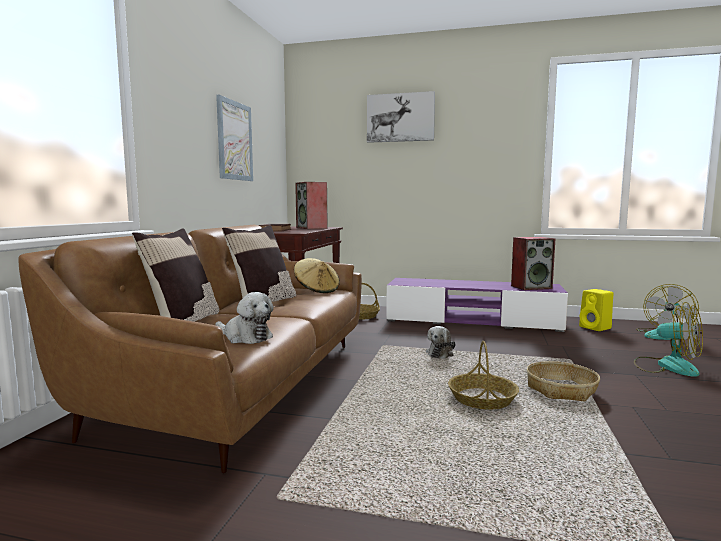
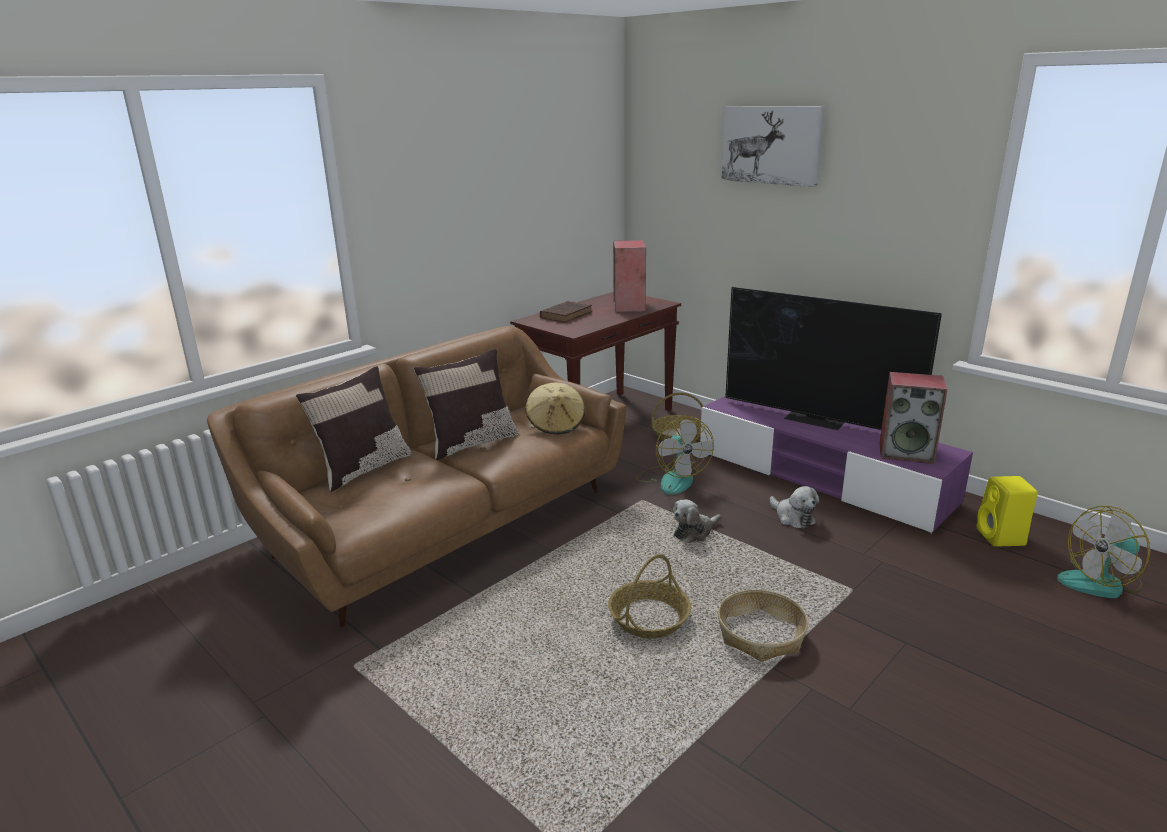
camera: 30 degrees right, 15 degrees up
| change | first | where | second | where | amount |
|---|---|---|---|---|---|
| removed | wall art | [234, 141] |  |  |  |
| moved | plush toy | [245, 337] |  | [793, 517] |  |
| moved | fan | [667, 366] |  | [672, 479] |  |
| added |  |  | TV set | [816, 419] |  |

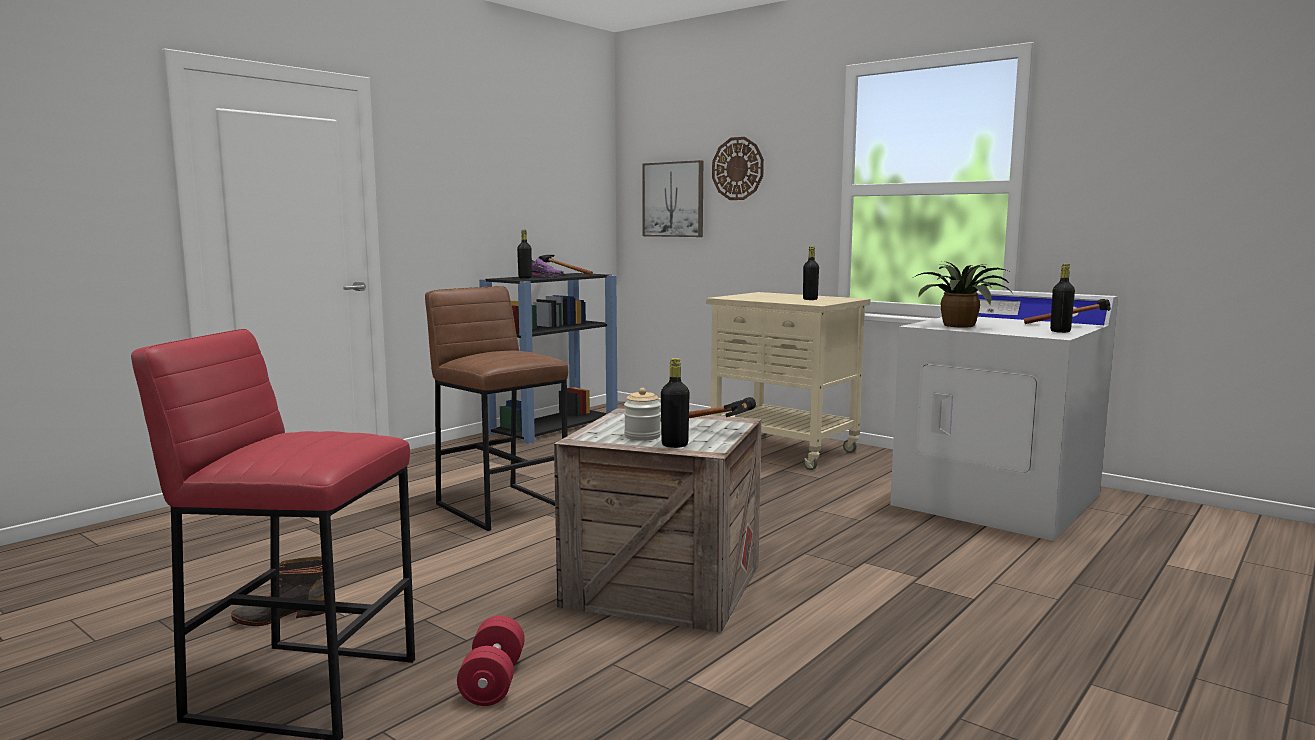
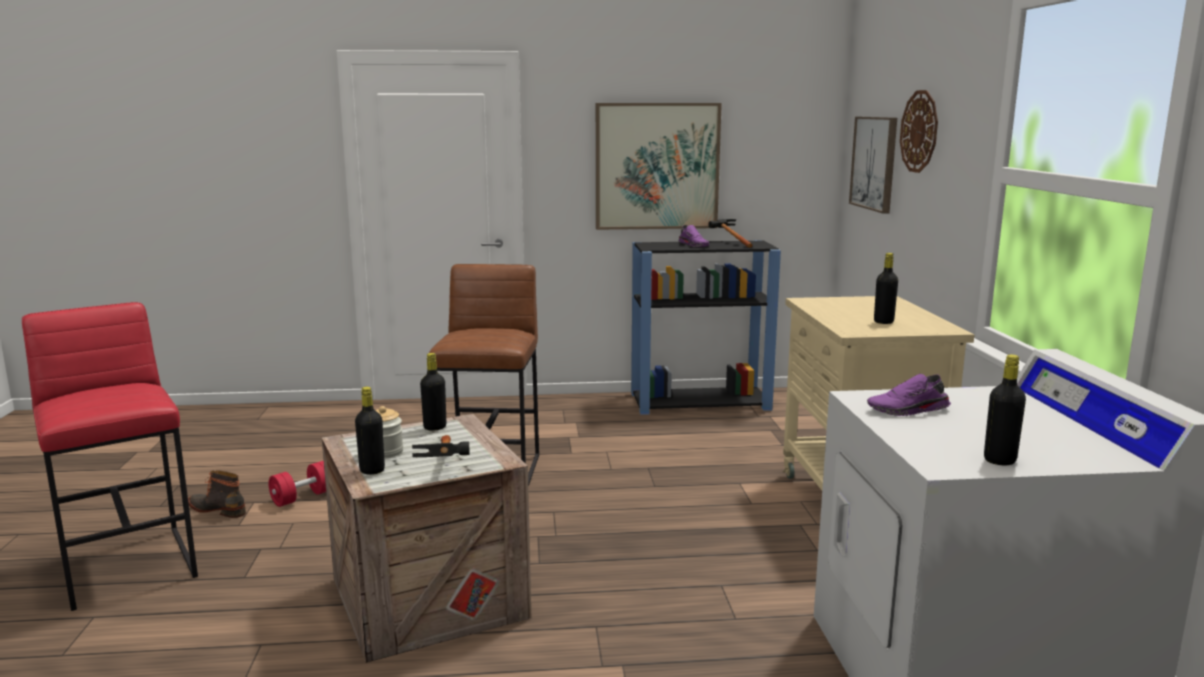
camera: 45 degrees right, 5 degrees up
| change | first | where | second | where | amount |
|---|---|---|---|---|---|
| moved | black-coloured beverage bottle | [525, 278] |  | [435, 427] |  |
| replaced | plant in a pot | [961, 326] | purple-coloured low shoe | [908, 411] |  |
| removed | hammer | [1077, 326] |  |  |  |
| moved | reddish free weight | [493, 682] |  | [303, 497] |  |
| added |  |  | wall art | [657, 166] |  |

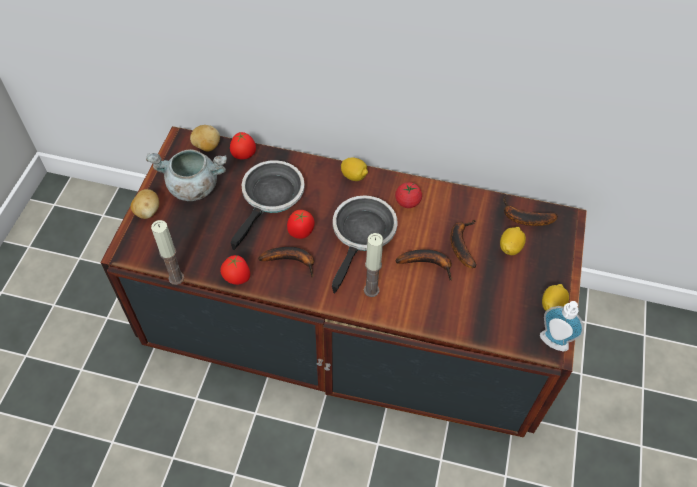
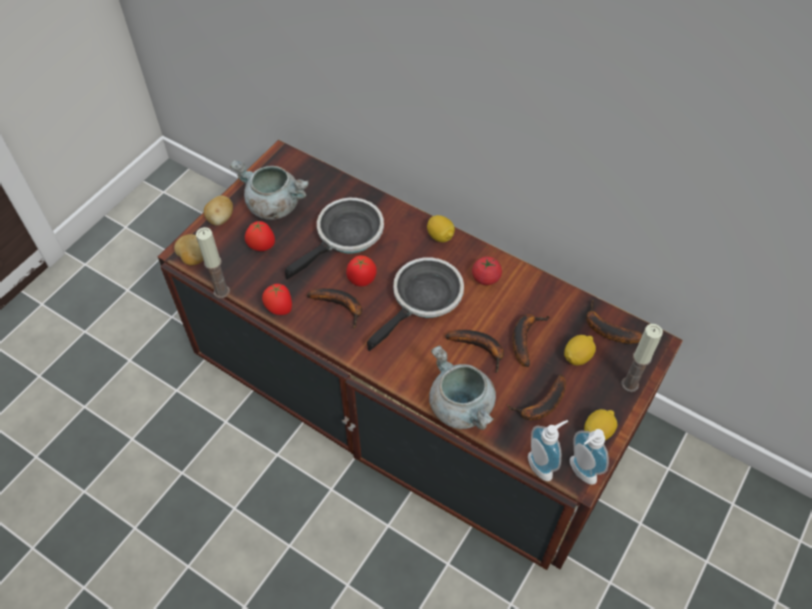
camera: 20 degrees right, 0 degrees up
| change | first | where | second | where | amount |
|---|---|---|---|---|---|
| moved | spud | [206, 146] |  | [193, 258] |  |
| moved | tomato | [244, 156] |  | [261, 247] |  |
| moved | candle | [371, 290] |  | [630, 384] |  |
| added |  |  | grey cooking pot | [461, 407] |  |
| added |  |  | banana fruit | [541, 405] |  |
| added |  |  | soap bottle | [543, 464] |  |

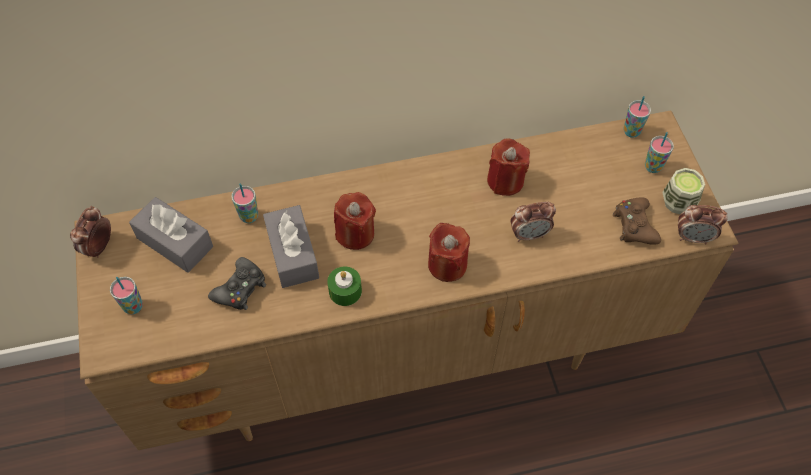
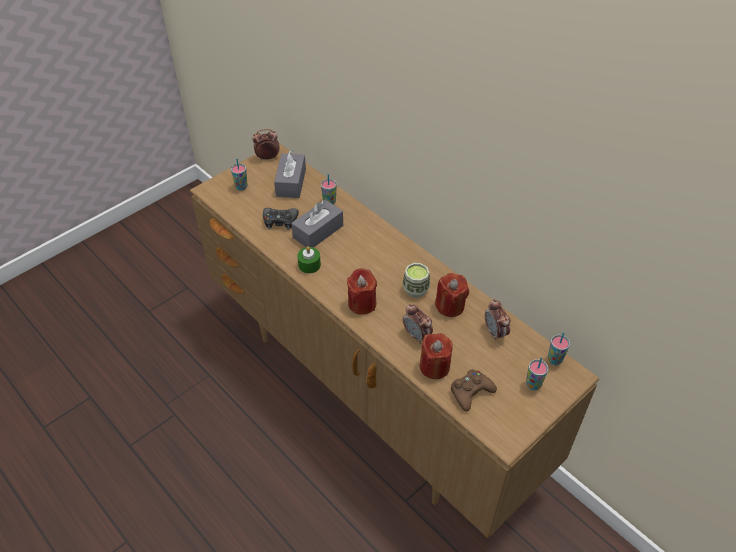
camera: 60 degrees right, 10 degrees down
| change | first | where | second | where | amount |
|---|---|---|---|---|---|
| moved | cup | [678, 202] |  | [415, 290] |  |
| moved | reddish candle | [355, 233] |  | [434, 366] |  |
| moved | alarm clock | [693, 237] |  | [495, 333] |  |

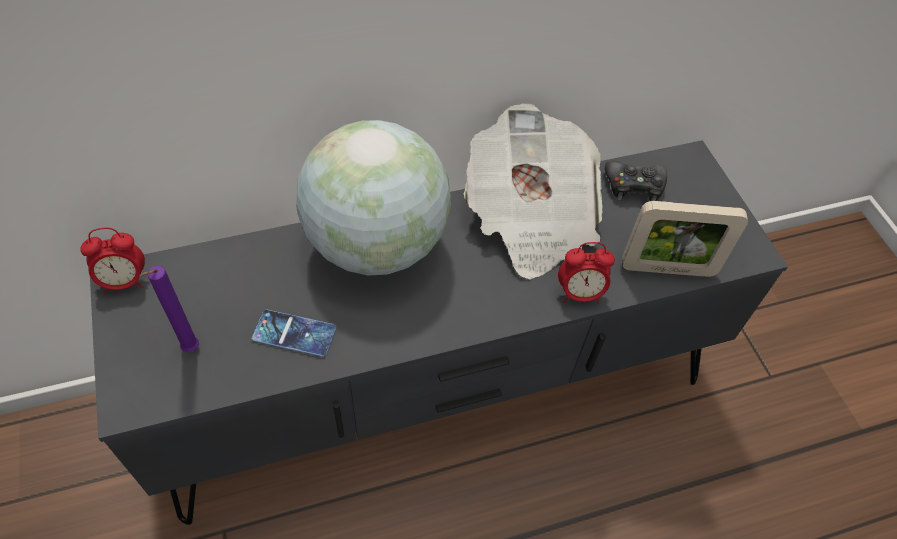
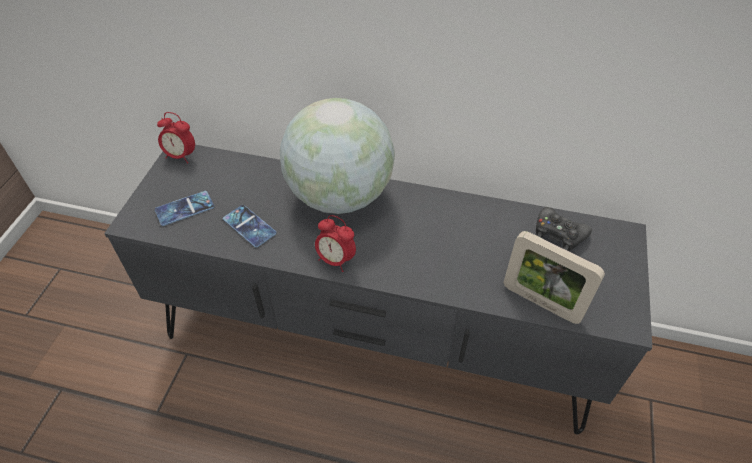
camera: 35 degrees right, 5 degrees down
| change | first | where | second | where | amount |
|---|---|---|---|---|---|
| removed | newspaper | [530, 218] |  |  |  |
| moved | alarm clock | [579, 293] |  | [335, 260] |  |
| replaced | purple-coloured candle | [189, 350] | telephone | [185, 208] |  |

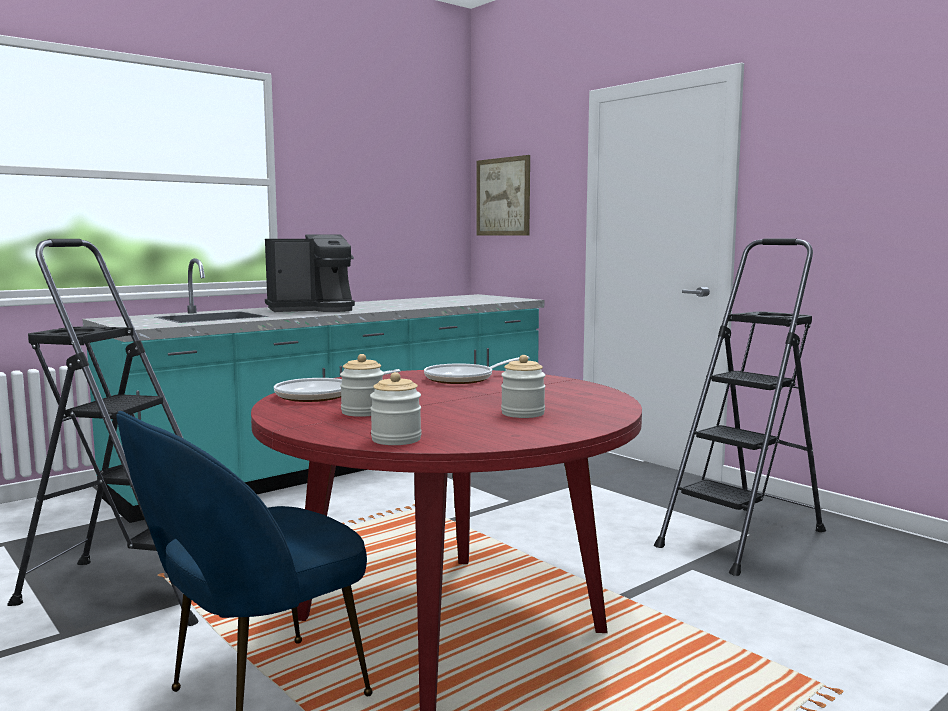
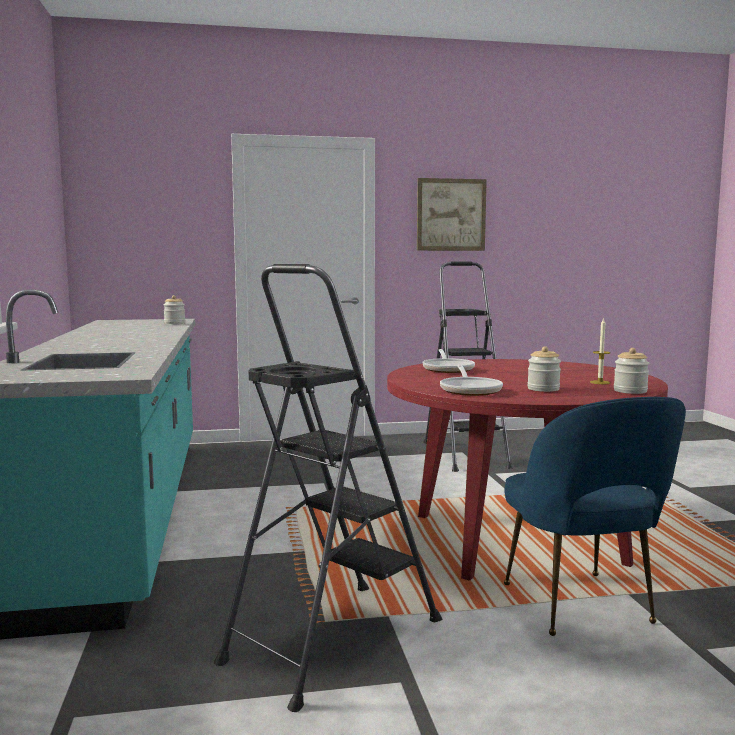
camera: 60 degrees left, 0 degrees up
| change | first | where | second | where | amount |
|---|---|---|---|---|---|
| moved | wall art | [503, 197] |  | [451, 215] |  |
| removed | coffee machine | [312, 309] |  |  |  |
| moved | jar | [523, 413] |  | [174, 323] |  |
| added |  |  | candle | [600, 382] |  |

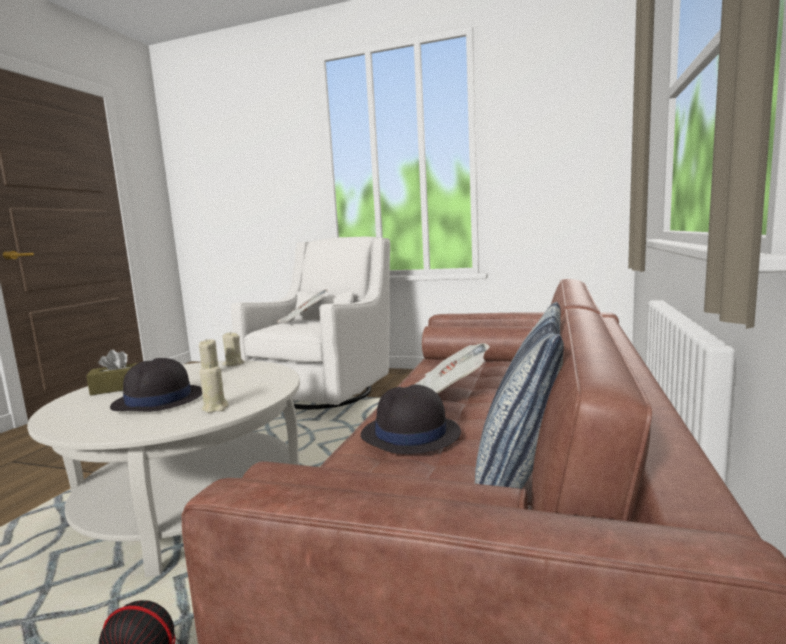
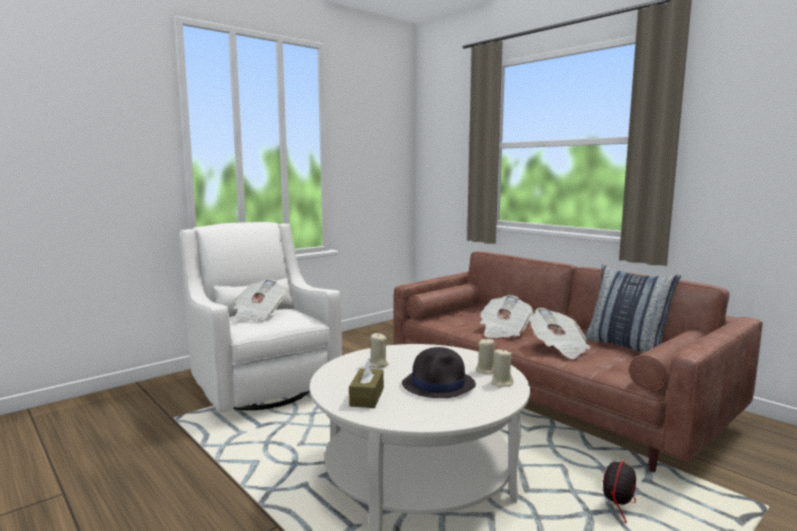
camera: 60 degrees left, 0 degrees up
| change | first | where | second | where | amount |
|---|---|---|---|---|---|
| moved | sand-coloured candle | [233, 364] |  | [501, 383] |  |
| replaced | black-coloured hat | [410, 435] | newspaper | [558, 348] |  |

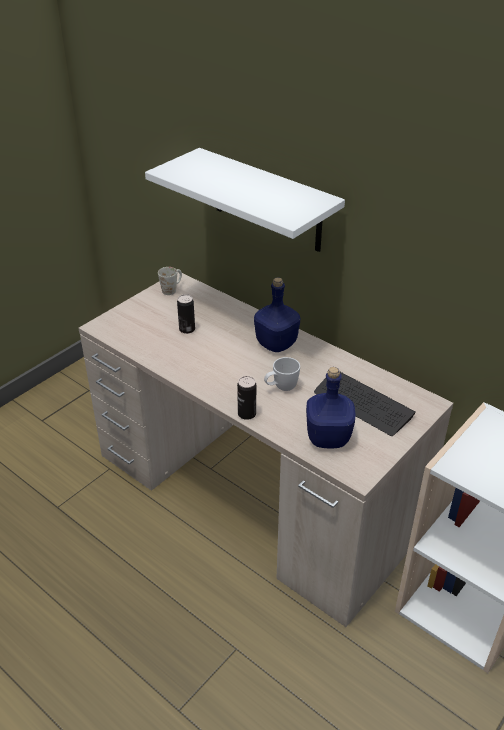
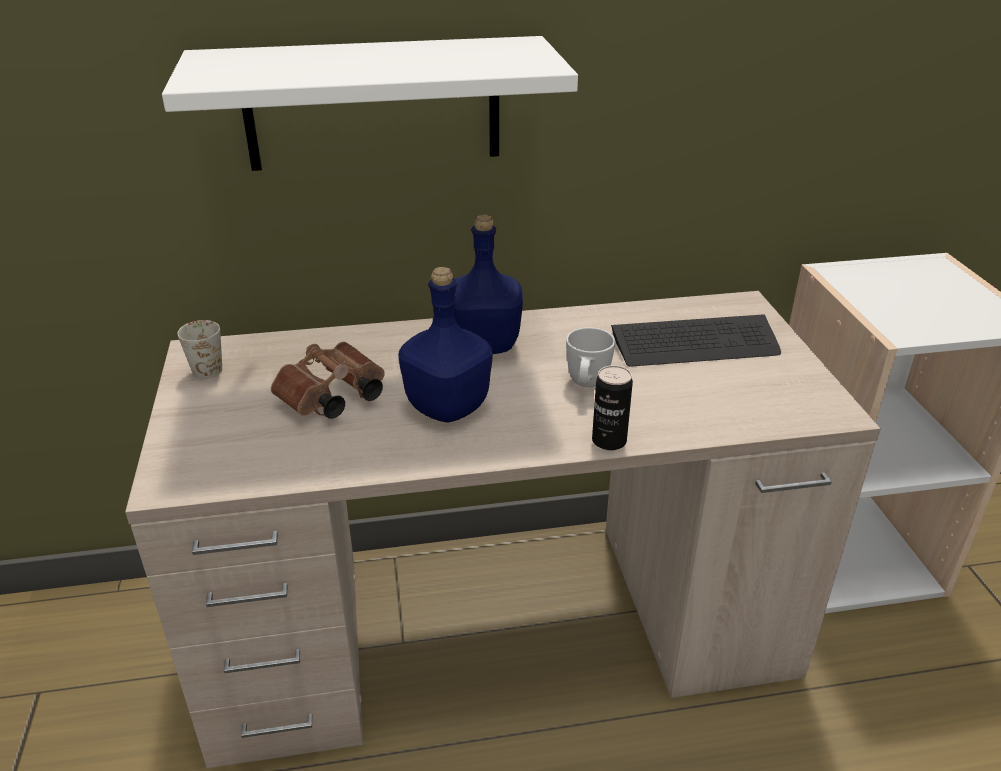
camera: 50 degrees left, 5 degrees down
| change | first | where | second | where | amount |
|---|---|---|---|---|---|
| replaced | sealed can | [187, 329] | brownish binoculars | [331, 399] |  |
| moved | blue-coloured beverage bottle | [328, 437] |  | [446, 406] |  |

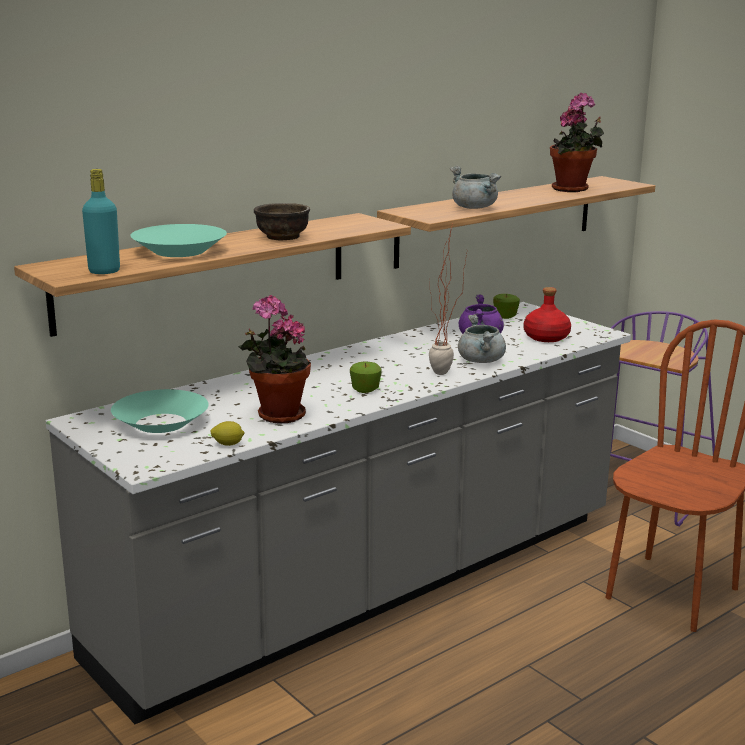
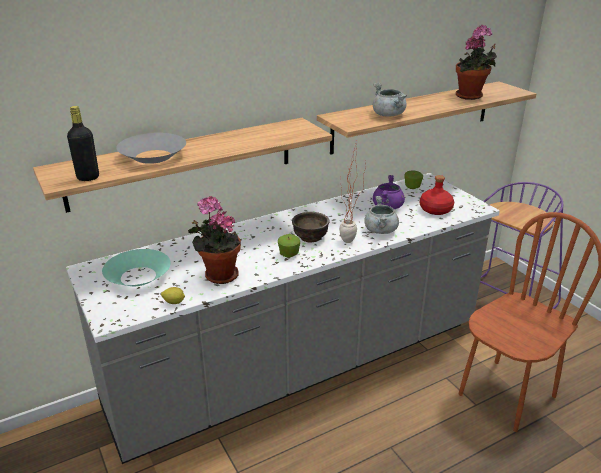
camera: 10 degrees right, 10 degrees up
| change | first | where | second | where | amount |
|---|---|---|---|---|---|
| recoloured | turquoise beverage bottle | [104, 271] | black-coloured beverage bottle | [88, 177] |  |
| moved | brownish bowl | [283, 237] |  | [310, 237] |  |
| recoloured | turquoise bowl | [180, 251] | grey bowl | [153, 156] |  |

